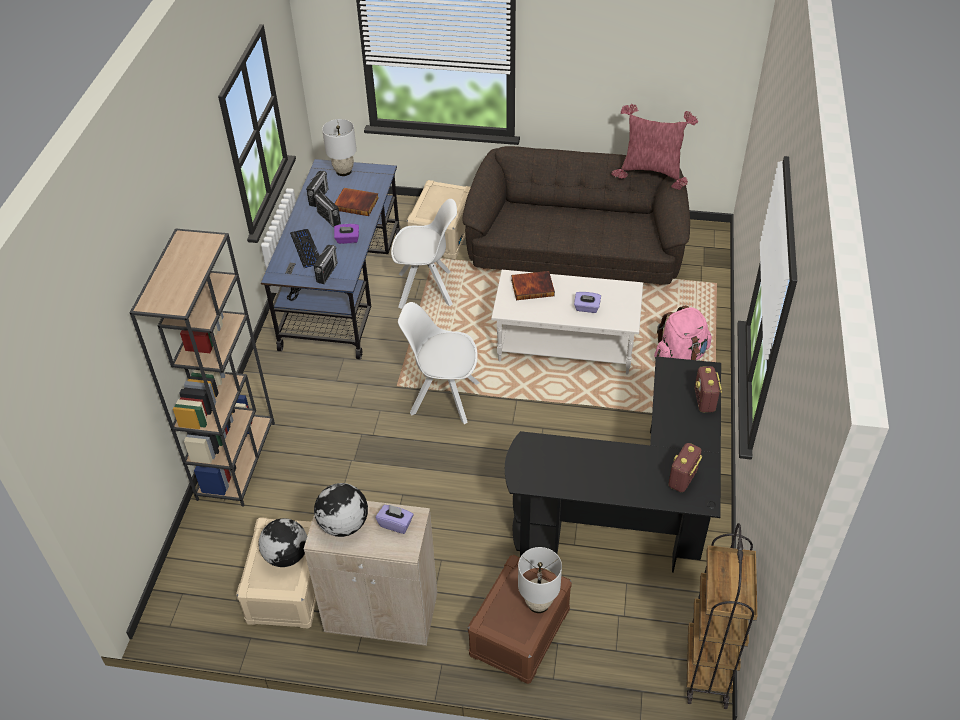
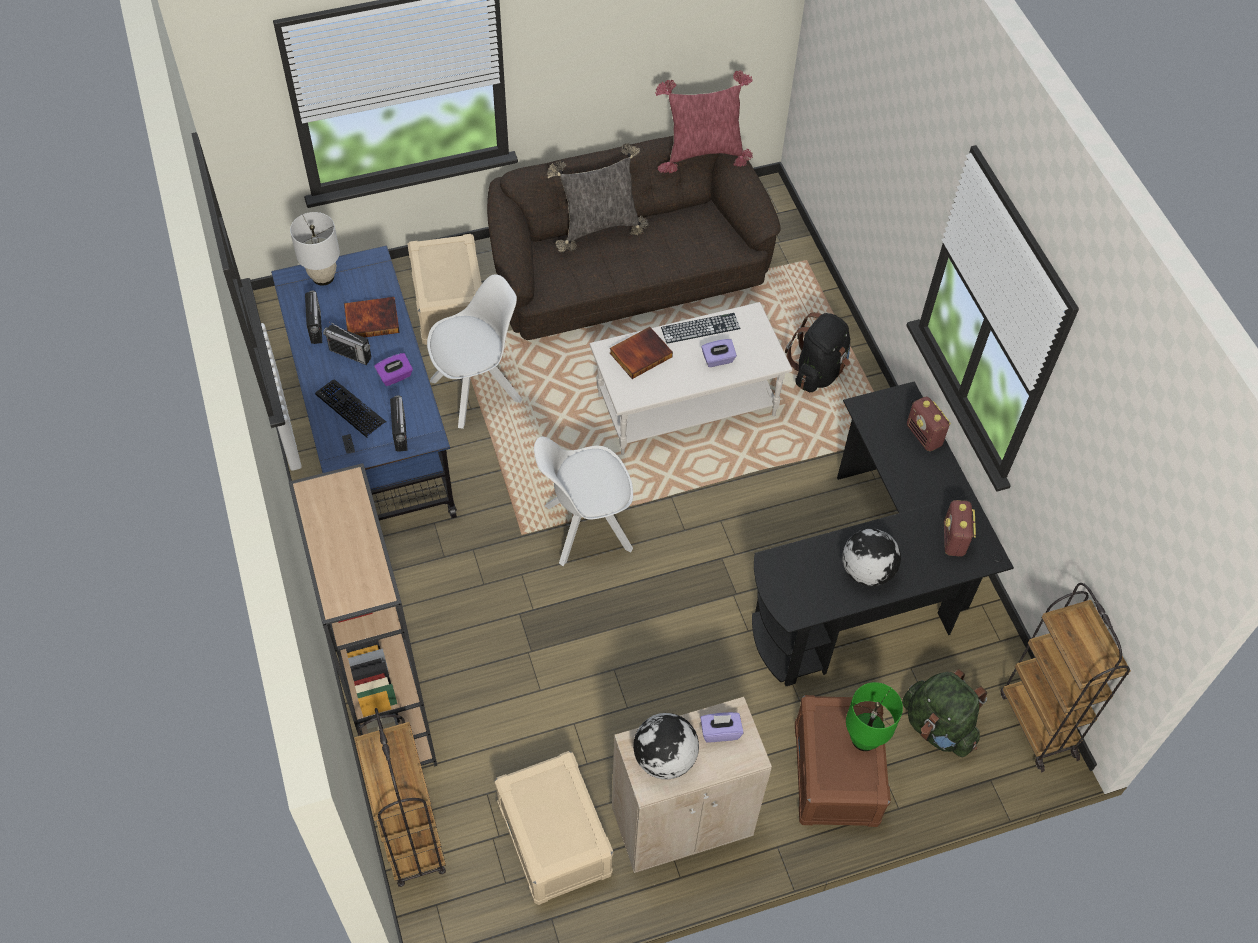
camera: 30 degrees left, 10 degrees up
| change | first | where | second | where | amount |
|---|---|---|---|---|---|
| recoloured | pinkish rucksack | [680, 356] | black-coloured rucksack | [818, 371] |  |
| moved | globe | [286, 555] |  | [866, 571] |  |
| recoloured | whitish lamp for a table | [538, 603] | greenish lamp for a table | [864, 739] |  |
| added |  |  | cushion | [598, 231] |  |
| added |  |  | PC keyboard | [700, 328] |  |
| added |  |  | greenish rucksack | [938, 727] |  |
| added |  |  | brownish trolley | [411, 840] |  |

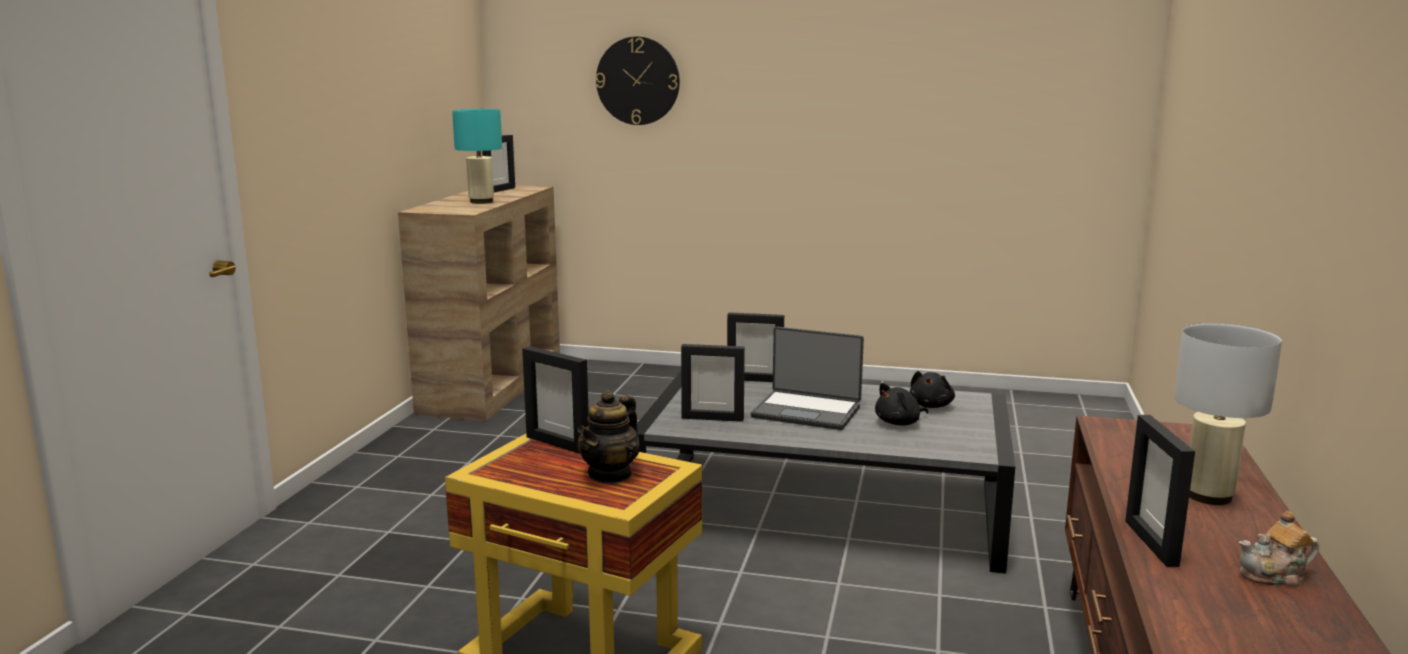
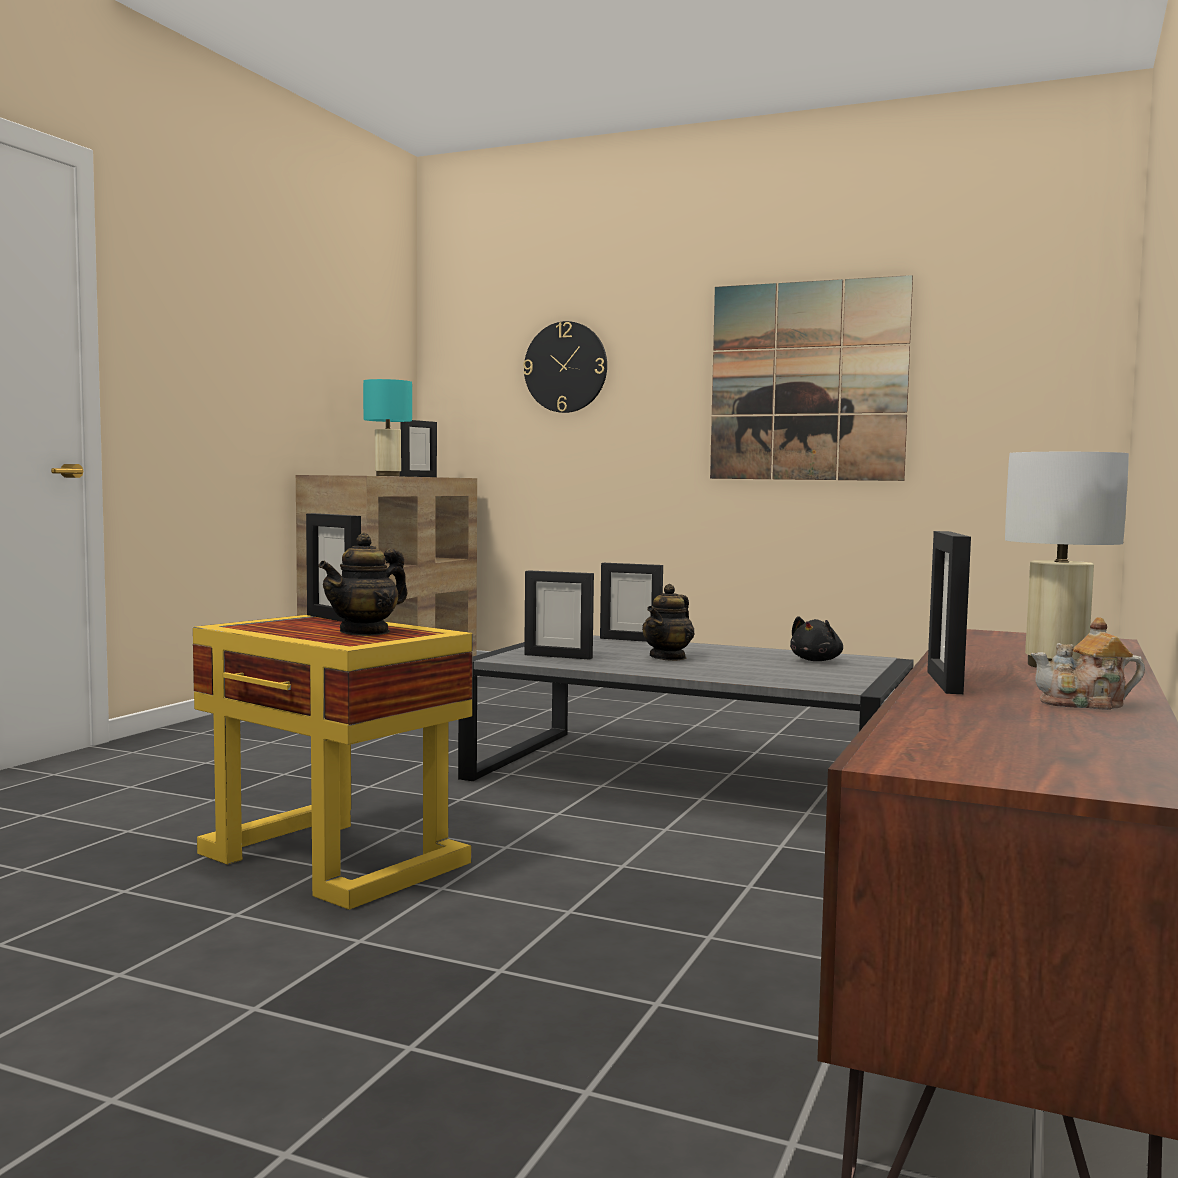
camera: 10 degrees right, 10 degrees down
| change | first | where | second | where | amount |
|---|---|---|---|---|---|
| replaced | portable computer | [807, 412] | teapot | [668, 657] |  |
| removed | black-coloured plush toy | [899, 423] |  |  |  |
| added |  |  | wall art | [807, 381] |  |

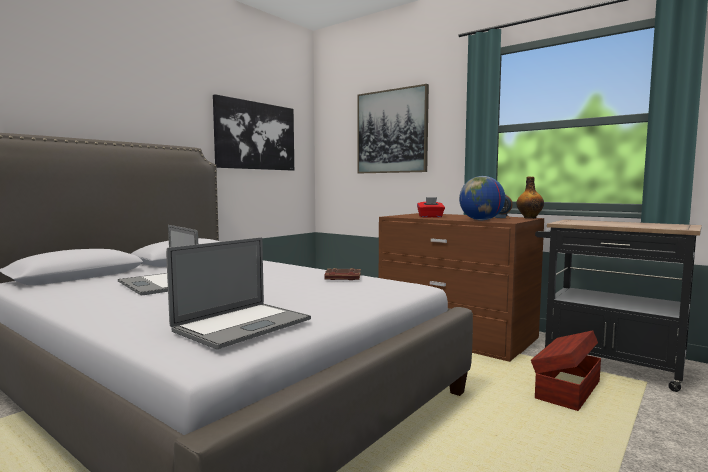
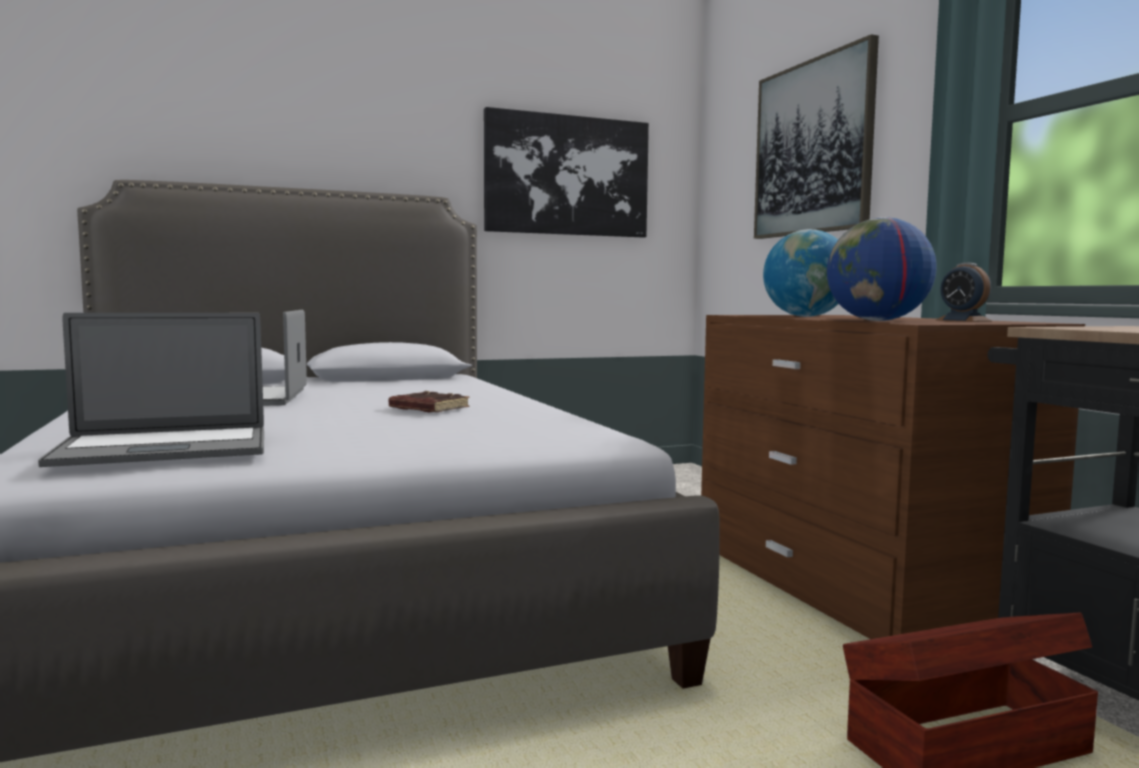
camera: 30 degrees right, 0 degrees up
| change | first | where | second | where | amount |
|---|---|---|---|---|---|
| removed | beverage bottle | [529, 218] |  |  |  |
| replaced | reddish box of tissues | [430, 217] | globe | [805, 316] |  |
| moved | brownish volume | [342, 278] |  | [427, 408] |  |

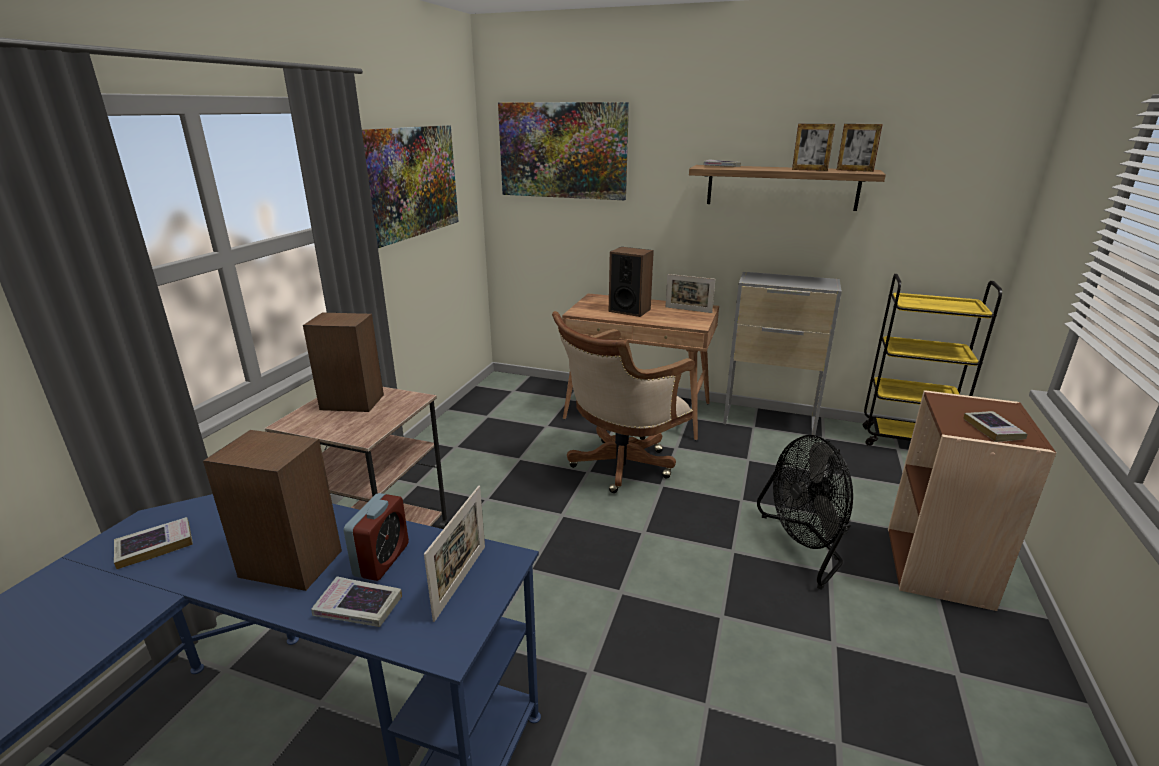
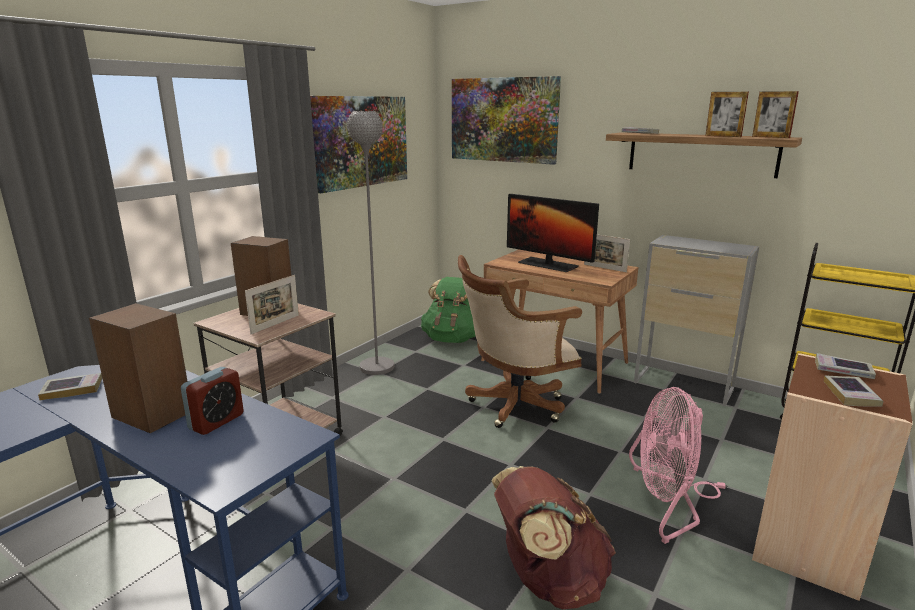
camera: 15 degrees right, 5 degrees down
| change | first | where | second | where | amount |
|---|---|---|---|---|---|
| replaced | speaker | [629, 310] | computer screen | [547, 264] |  |
| recoloured | black-coloured fan | [807, 544] | pinkish fan | [670, 500] |  |
| moved | standing frame | [460, 581] |  | [275, 324] |  |
| moved | volume | [358, 607] |  | [843, 371] |  |
| added |  |  | grey standard lamp | [377, 367] |  |
| added |  |  | greenish rucksack | [452, 339] |  |
| added |  |  | brownish rucksack | [548, 580] |  |

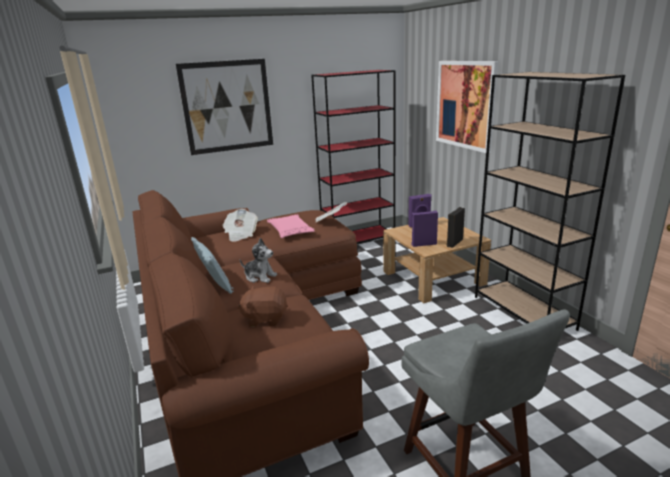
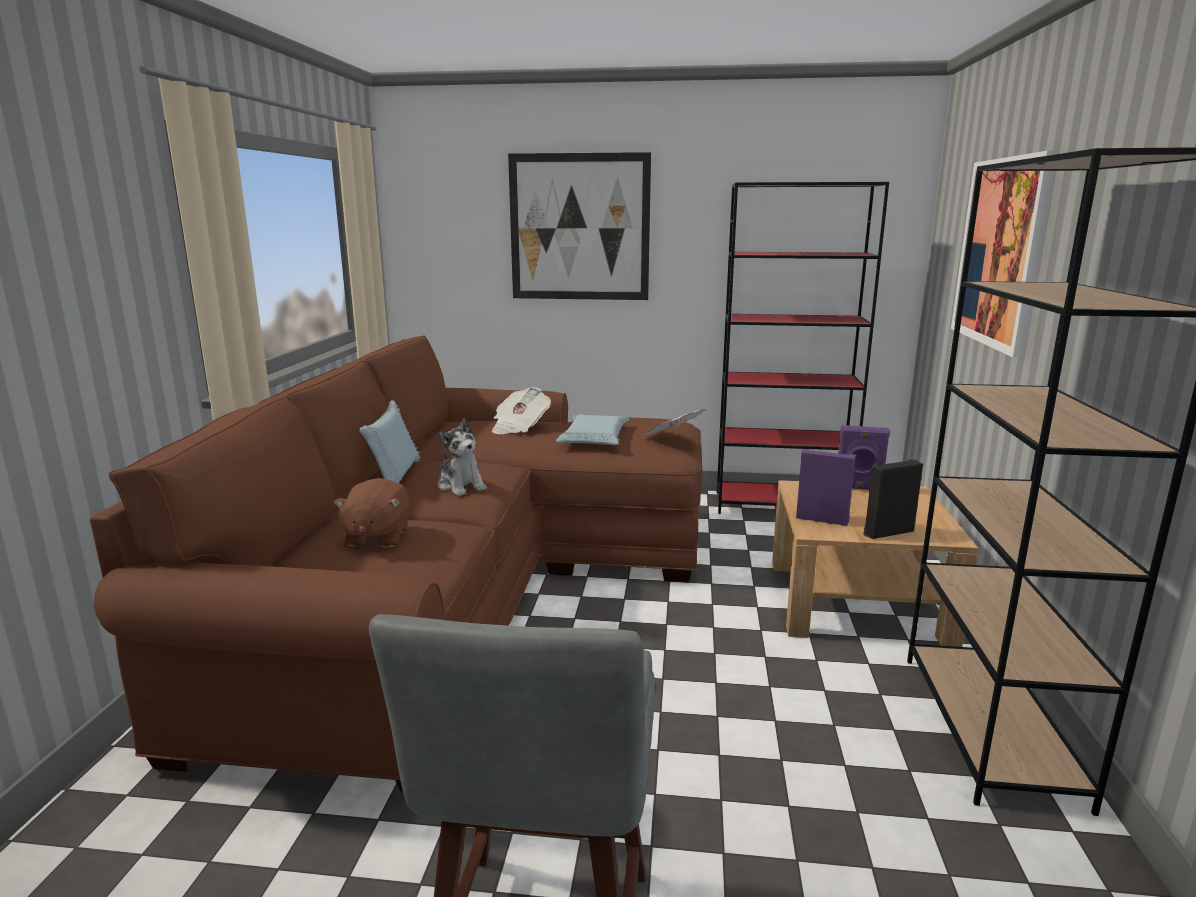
camera: 30 degrees right, 5 degrees down
| change | first | where | second | where | amount |
|---|---|---|---|---|---|
| recoloured | pinkish cushion | [290, 230] | blue-coloured cushion | [594, 437] |  |
| turned | brownish plush toy | [265, 318] |  | [376, 537] | 120 degrees counterclockwise |

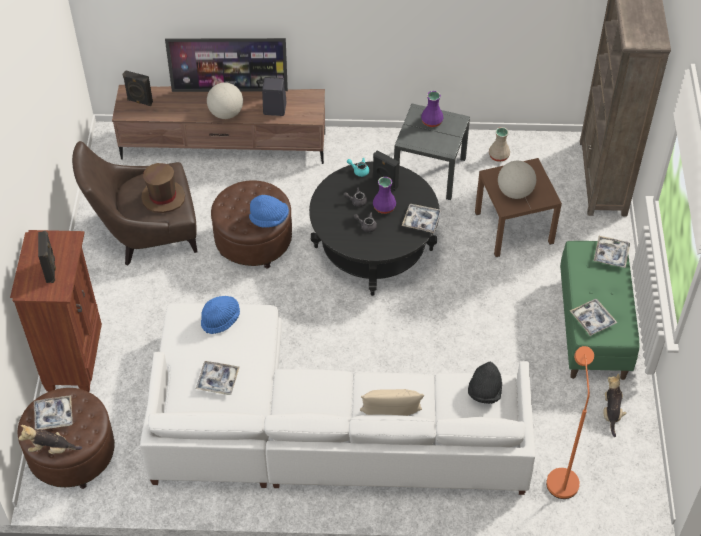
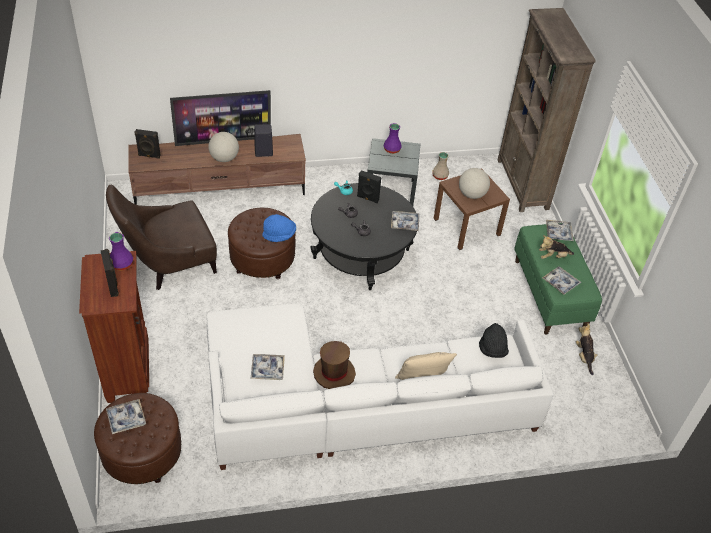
camera: 15 degrees left, 5 degrees down
| change | first | where | second | where | amount |
|---|---|---|---|---|---|
| moved | brownish hat | [163, 198] |  | [334, 373] |  |
| moved | purple-coloured vase | [384, 207] |  | [121, 264] |  |
| removed | blue-coloured hat | [220, 319] |  |  |  |
| removed | orange standard lamp | [561, 476] |  |  |  |
| moved | plush toy | [51, 449] |  | [553, 256] |  |

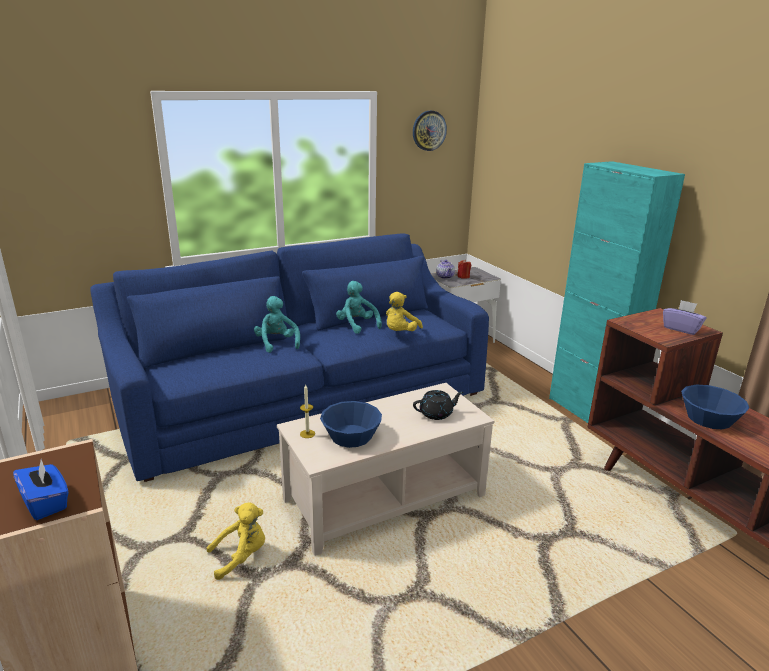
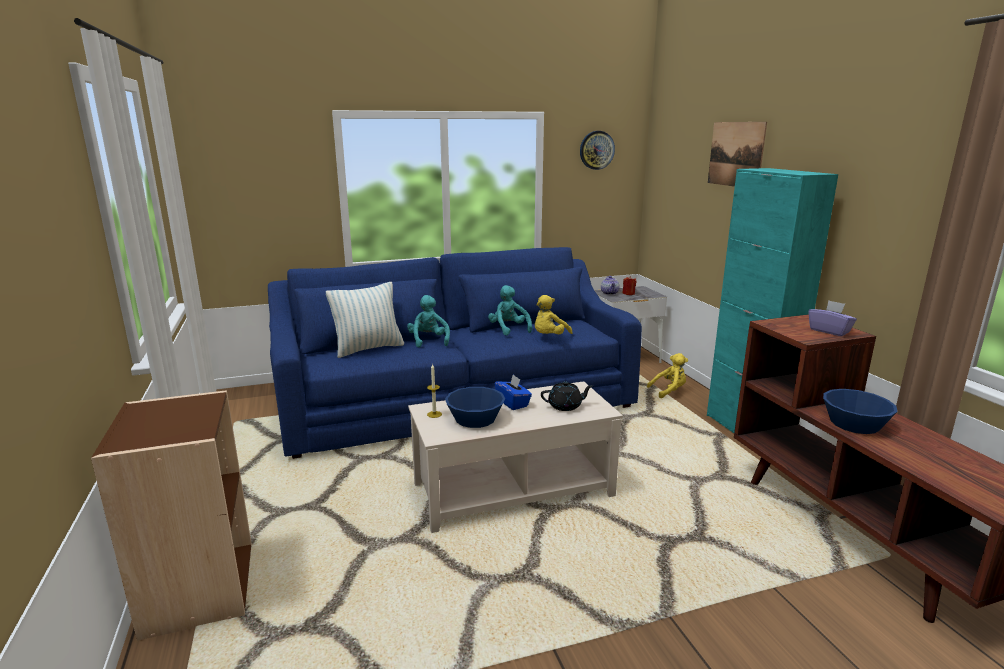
camera: 10 degrees right, 5 degrees down
| change | first | where | second | where | amount |
|---|---|---|---|---|---|
| moved | blue-coloured box of tissues | [46, 503] |  | [513, 403] |  |
| moved | yellow plush toy | [241, 556] |  | [669, 391] |  |
| added |  |  | wall art | [735, 154] |  |
| added |  |  | cushion | [368, 348] |  |

